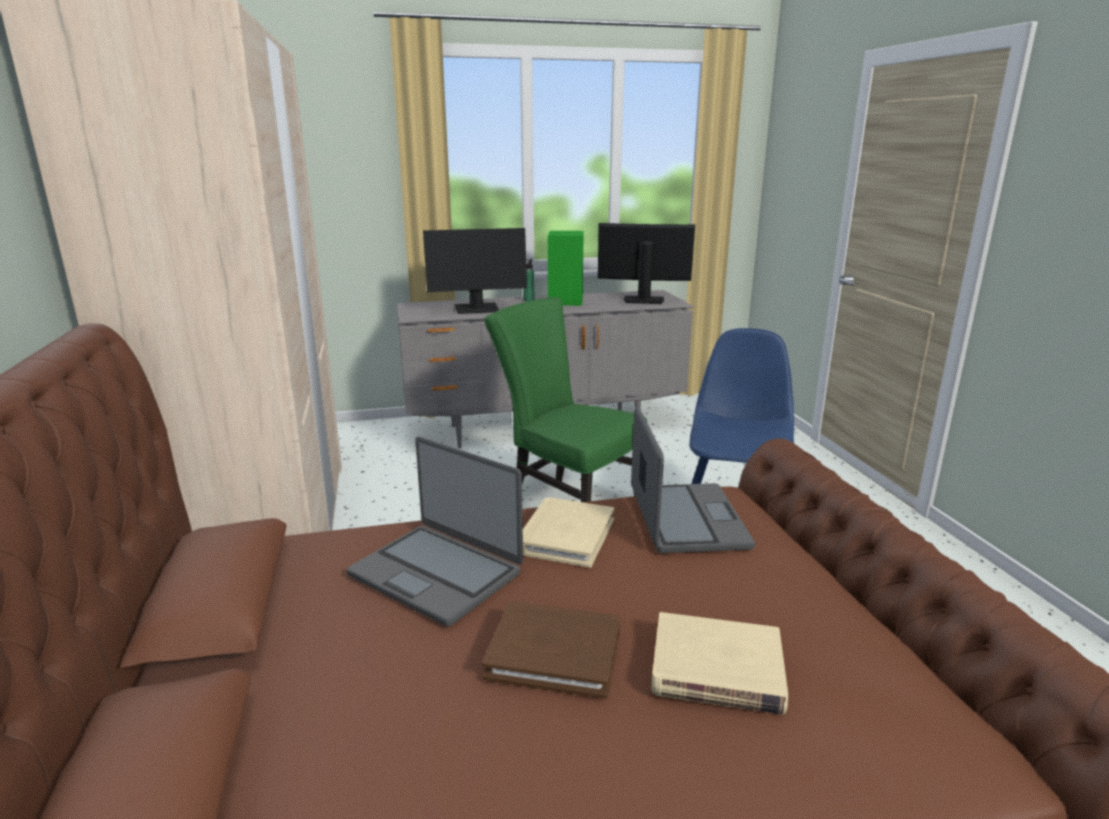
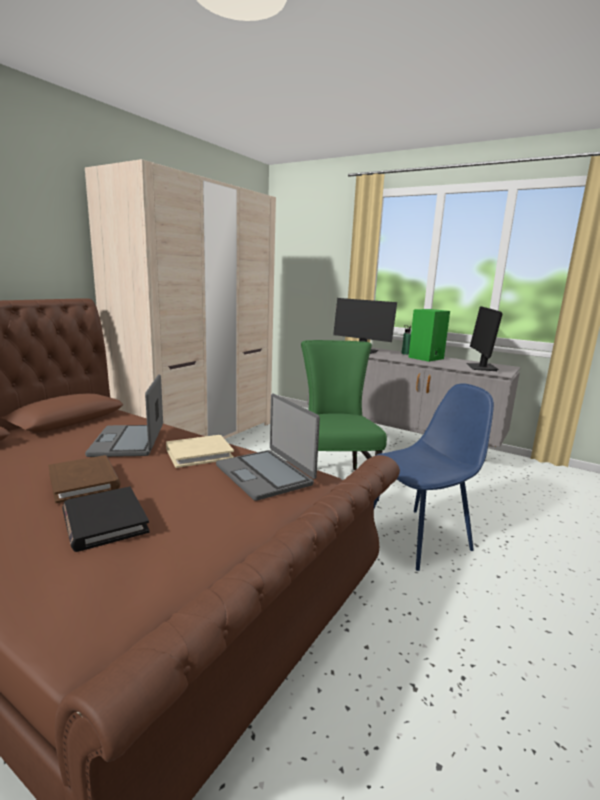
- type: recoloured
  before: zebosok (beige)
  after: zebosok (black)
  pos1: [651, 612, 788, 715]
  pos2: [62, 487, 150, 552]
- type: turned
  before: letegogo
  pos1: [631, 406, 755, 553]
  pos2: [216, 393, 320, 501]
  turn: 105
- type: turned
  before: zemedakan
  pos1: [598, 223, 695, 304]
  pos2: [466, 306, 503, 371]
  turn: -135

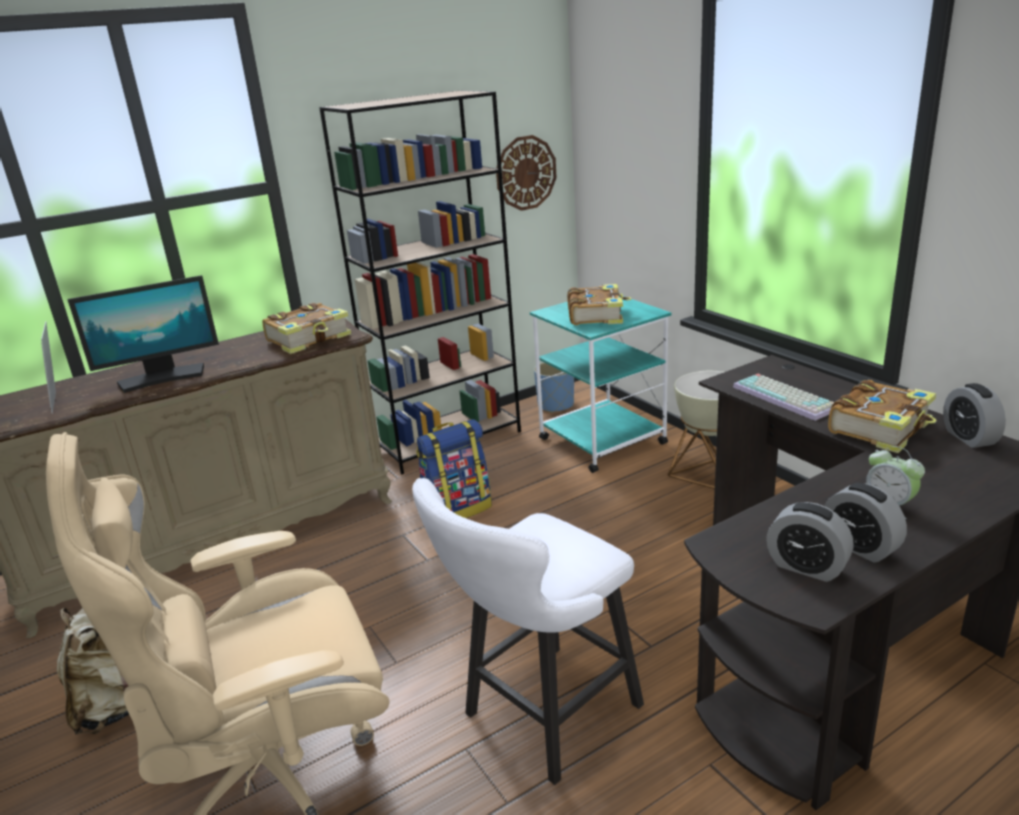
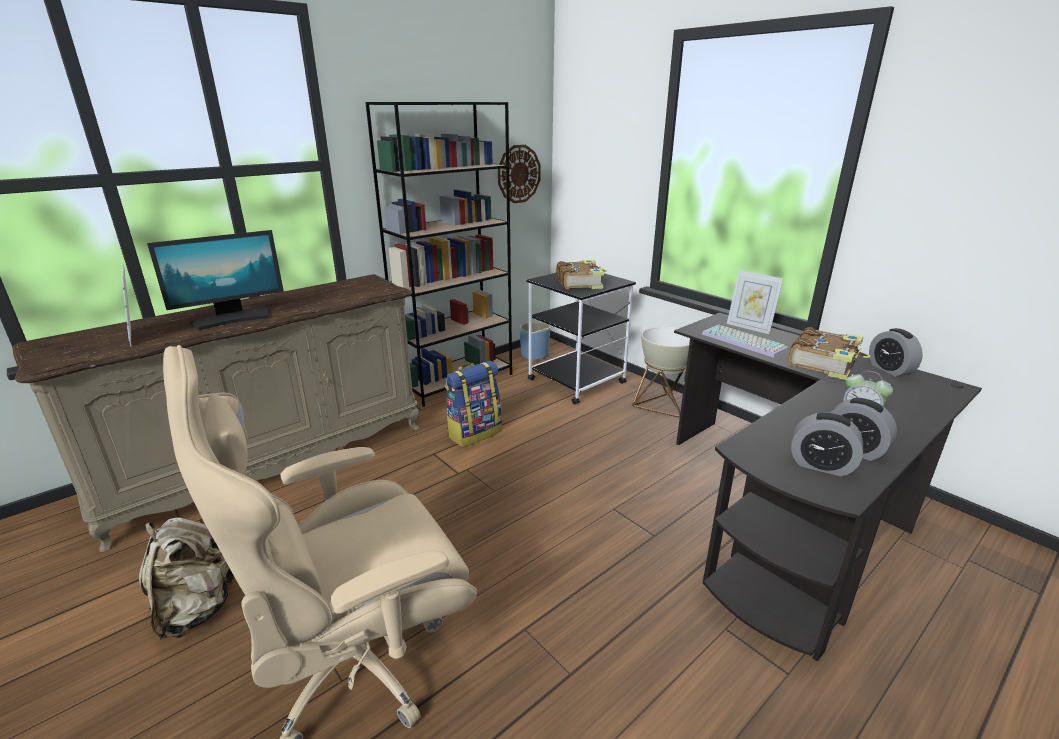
- type: recoloured
  before: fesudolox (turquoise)
  after: fesudolox (black)
  pos1: [530, 296, 671, 473]
  pos2: [526, 273, 636, 405]
- type: added
  after: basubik
  pos2: [727, 270, 784, 334]
- type: removed
  before: zebosok
  pos1: [262, 303, 351, 354]
- type: removed
  before: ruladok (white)
  pos1: [412, 478, 644, 785]

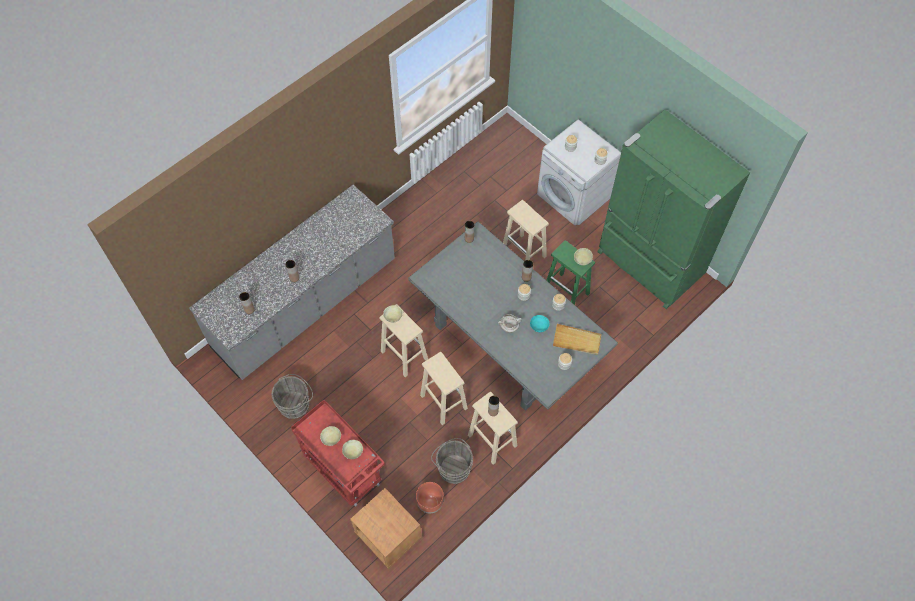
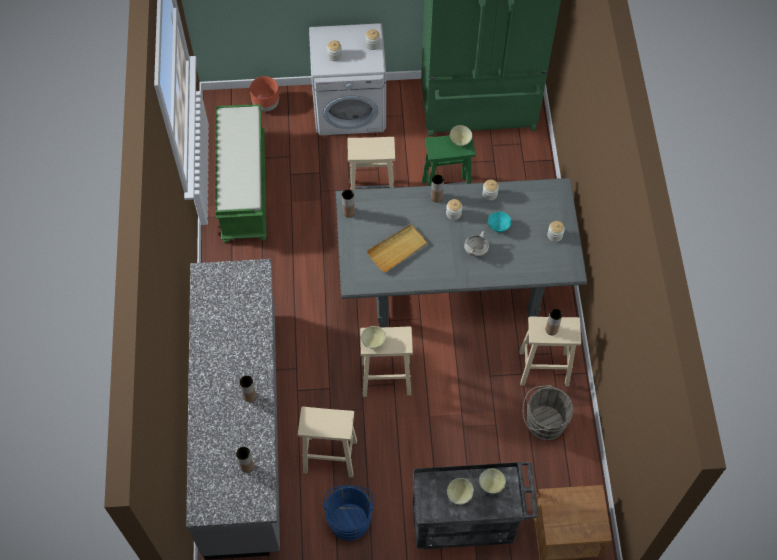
- type: added
  after: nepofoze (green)
  pos2: [215, 104, 266, 243]
- type: moved
  before: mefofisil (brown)
  pos1: [416, 482, 444, 513]
  pos2: [250, 76, 279, 112]
- type: moved
  before: ruladok (beige)
  pos1: [420, 352, 468, 425]
  pos2: [298, 407, 357, 478]
- type: recoloured
  before: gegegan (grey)
  after: gegegan (blue)
  pos1: [272, 374, 313, 419]
  pos2: [324, 486, 374, 541]
- type: moved
  before: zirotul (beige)
  pos1: [553, 324, 601, 355]
  pos2: [367, 224, 428, 273]
- type: recoloured
  before: fesudolox (red)
  after: fesudolox (black)
  pos1: [291, 400, 385, 507]
  pos2: [413, 462, 538, 549]

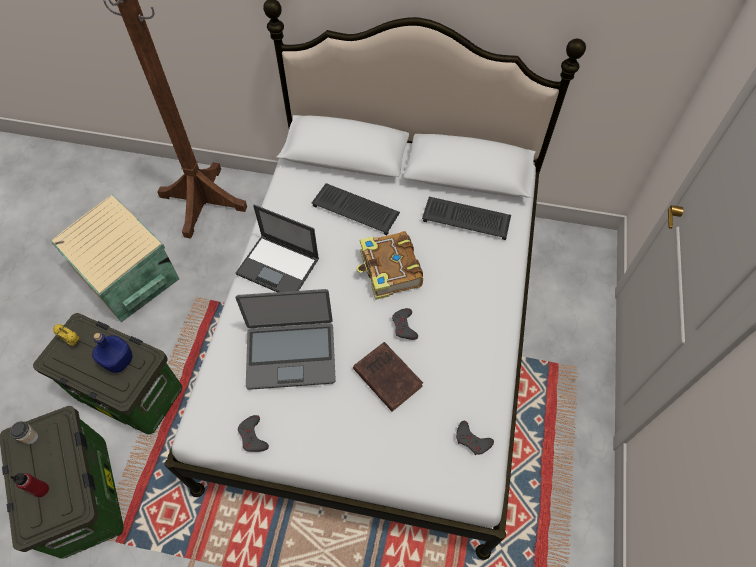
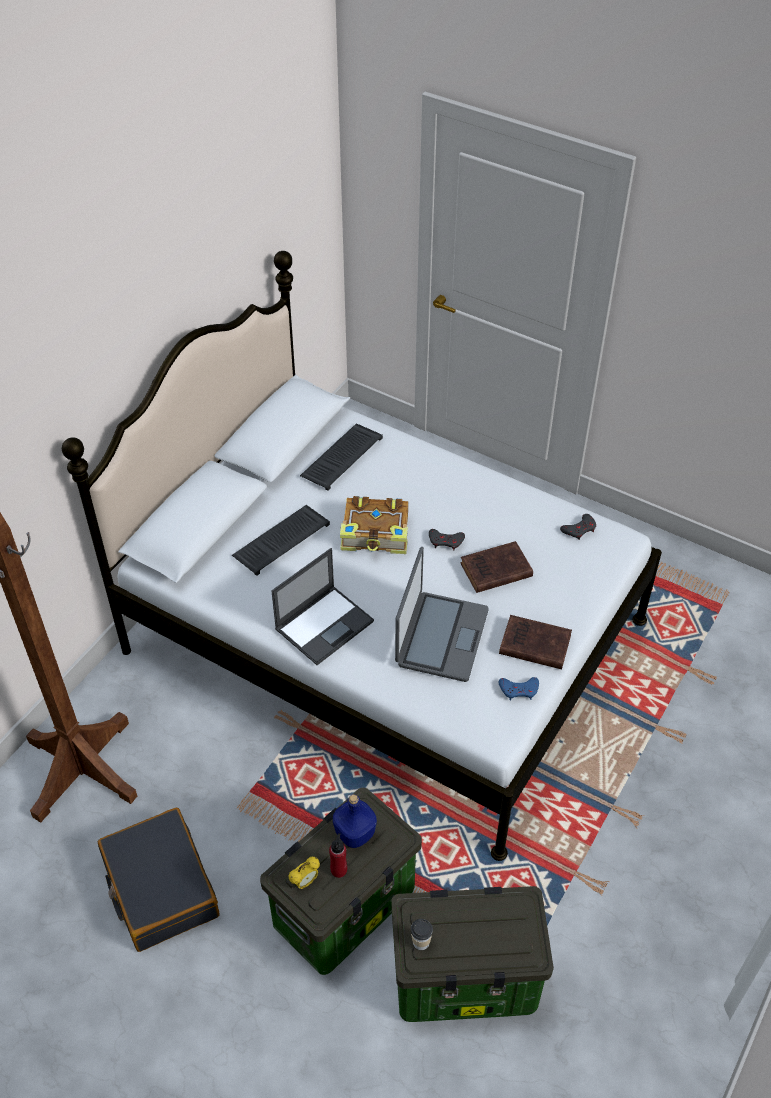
- type: replaced
  before: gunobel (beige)
  after: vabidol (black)
  pos1: [50, 194, 179, 322]
  pos2: [98, 808, 220, 952]
- type: moved
  before: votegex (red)
  pos1: [10, 473, 49, 497]
  pos2: [329, 833, 347, 878]
- type: added
  after: zebosok (brown)
  pos2: [499, 615, 572, 669]
- type: recoloured
  before: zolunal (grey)
  after: zolunal (blue)
  pos1: [238, 415, 269, 452]
  pos2: [499, 677, 539, 700]

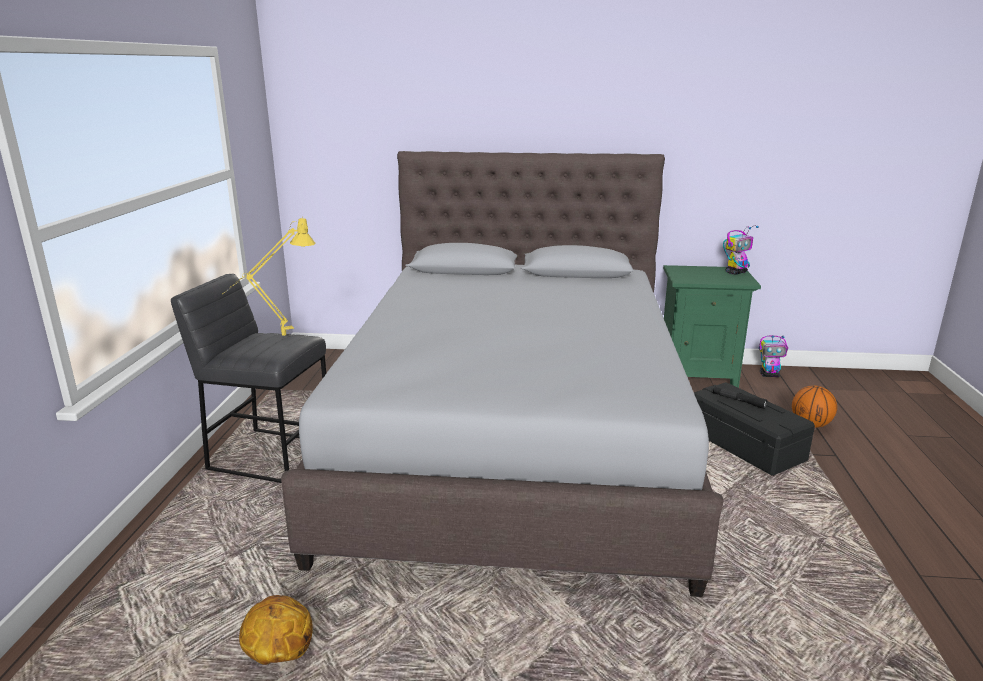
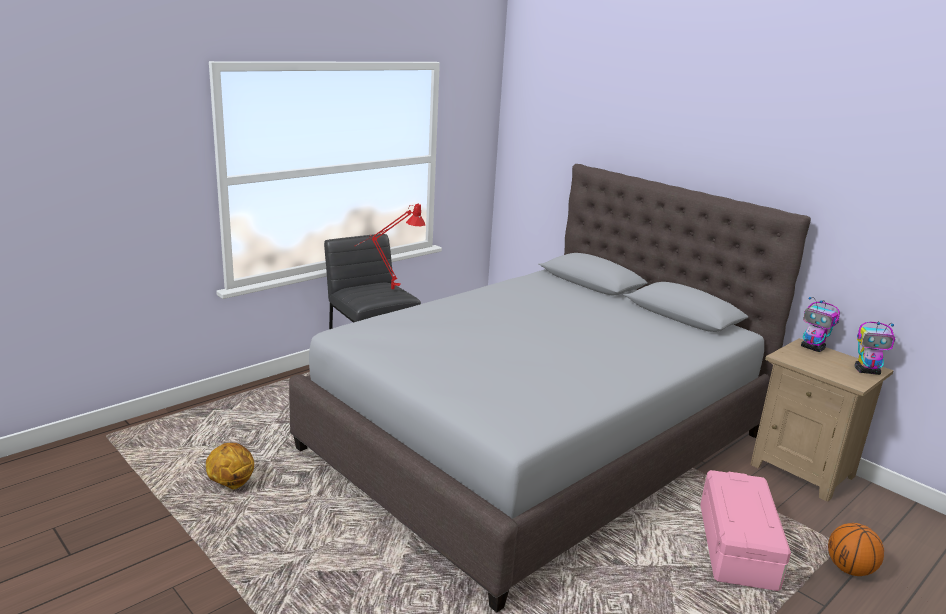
- type: recoloured
  before: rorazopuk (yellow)
  after: rorazopuk (red)
  pos1: [222, 217, 315, 336]
  pos2: [355, 204, 425, 289]
- type: recoloured
  before: gunobel (black)
  after: gunobel (pink)
  pos1: [694, 382, 815, 476]
  pos2: [700, 470, 791, 591]
- type: recoloured
  before: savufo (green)
  after: savufo (beige)
  pos1: [663, 265, 761, 388]
  pos2: [750, 338, 894, 502]
- type: moved
  before: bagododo
  pos1: [759, 335, 788, 377]
  pos2: [801, 297, 840, 352]
- type: removed
  before: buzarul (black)
  pos1: [713, 387, 767, 409]

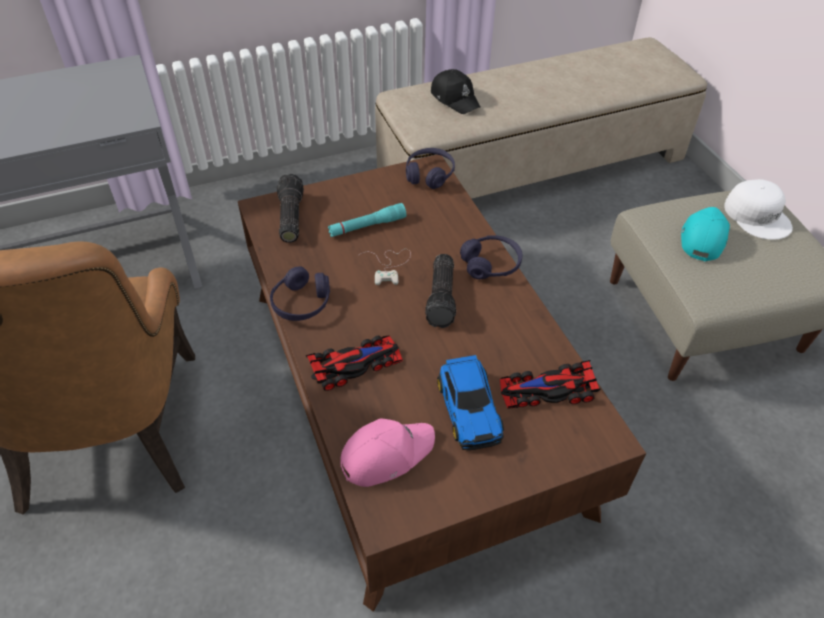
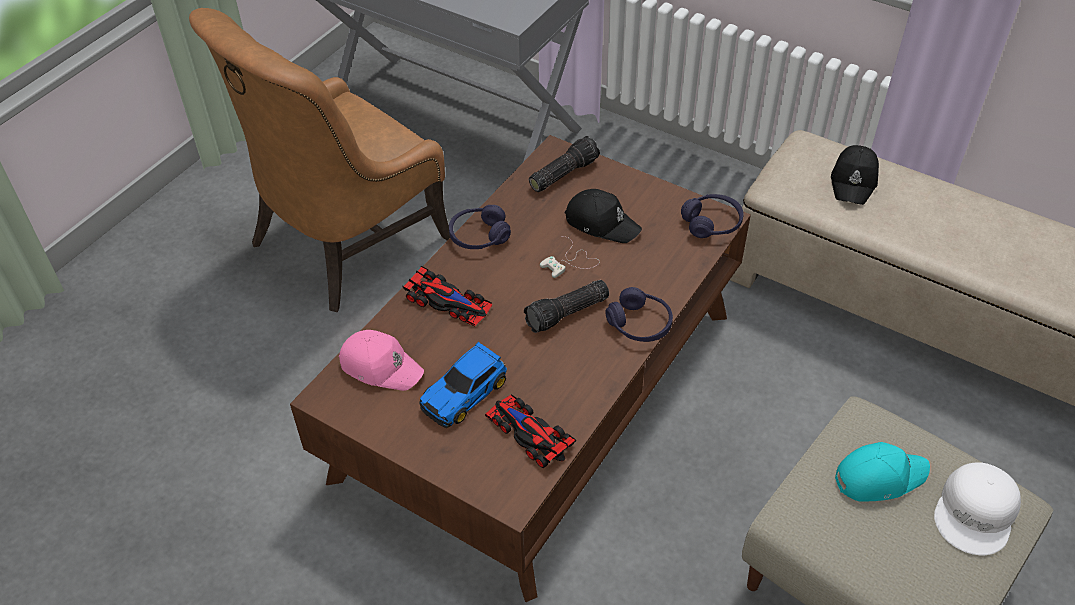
- type: replaced
  before: buzarul (turquoise)
  after: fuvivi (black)
  pos1: [328, 203, 406, 237]
  pos2: [565, 189, 642, 243]

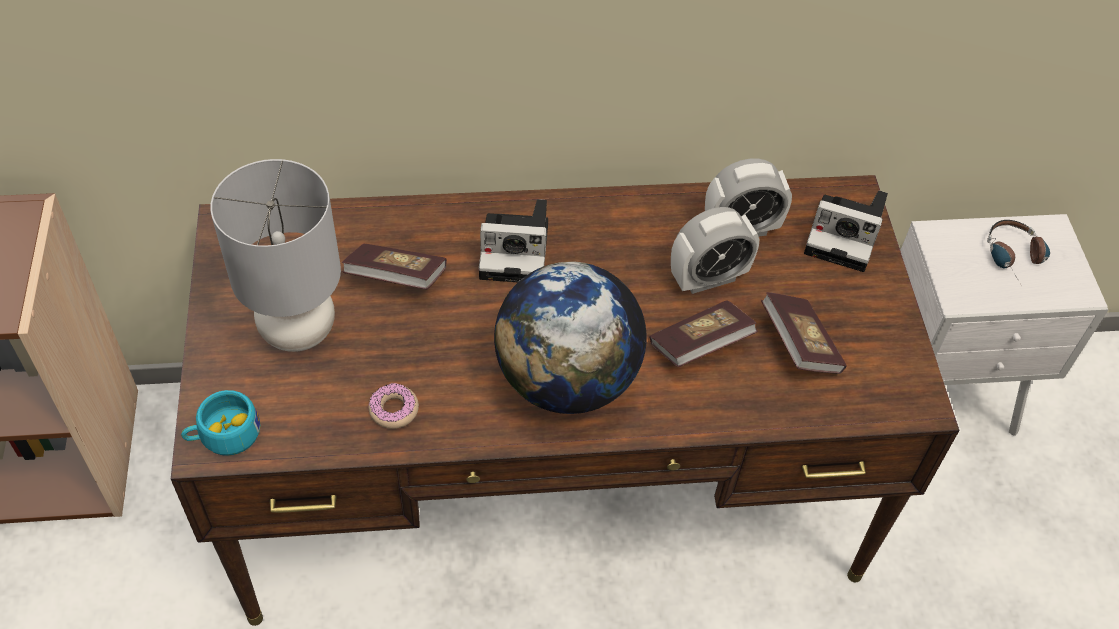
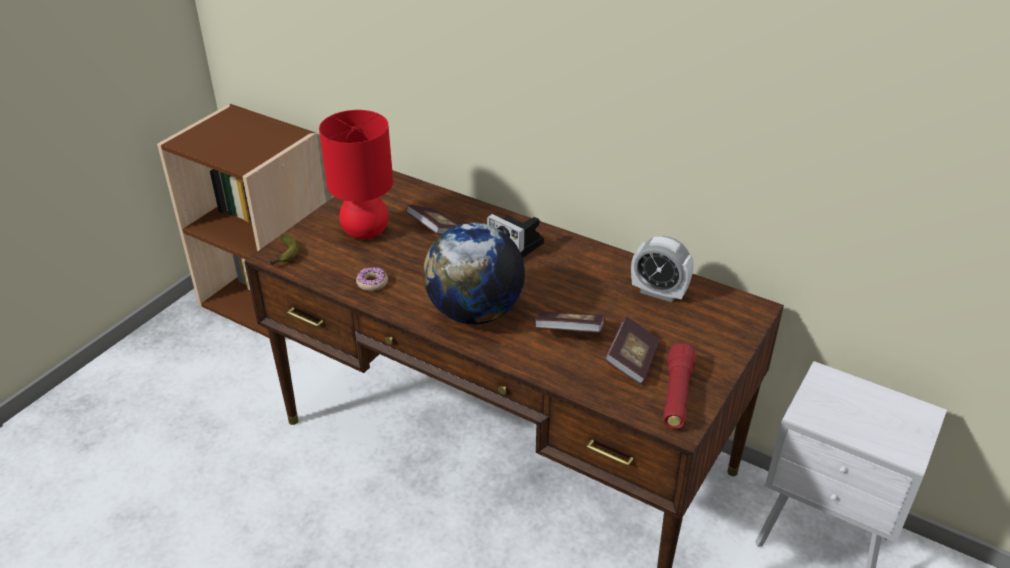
- type: replaced
  before: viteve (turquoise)
  after: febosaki
  pos1: [181, 390, 260, 456]
  pos2: [270, 235, 299, 265]
- type: recoloured
  before: rorazopuk (grey)
  after: rorazopuk (red)
  pos1: [210, 159, 341, 352]
  pos2: [319, 110, 393, 239]
- type: added
  after: buzarul (red)
  pos2: [663, 344, 696, 429]
- type: removed
  before: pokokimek
  pos1: [671, 207, 759, 294]
- type: removed
  before: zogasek
  pos1: [804, 191, 888, 272]
- type: removed
  before: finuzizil
  pos1: [987, 220, 1050, 286]

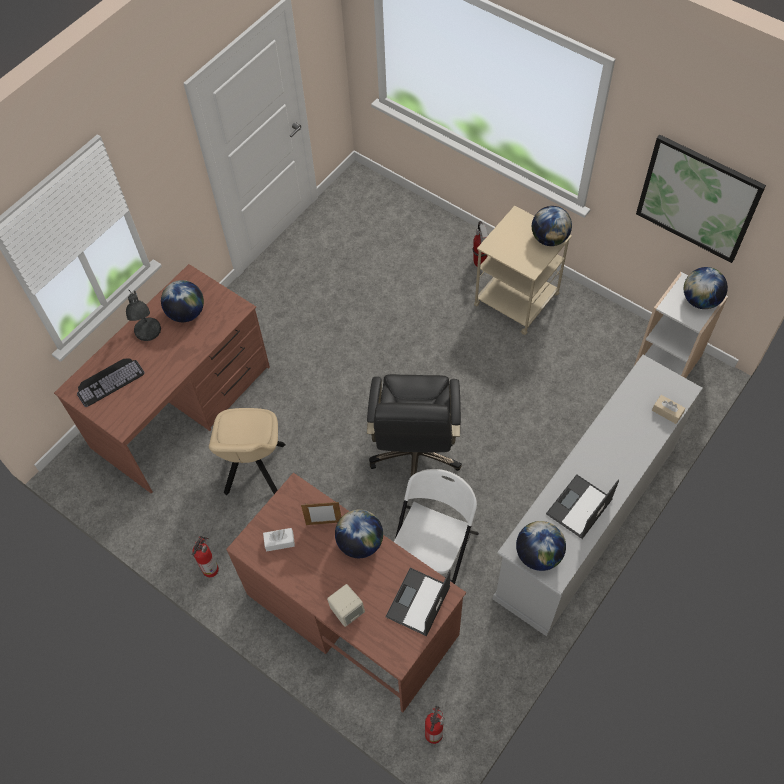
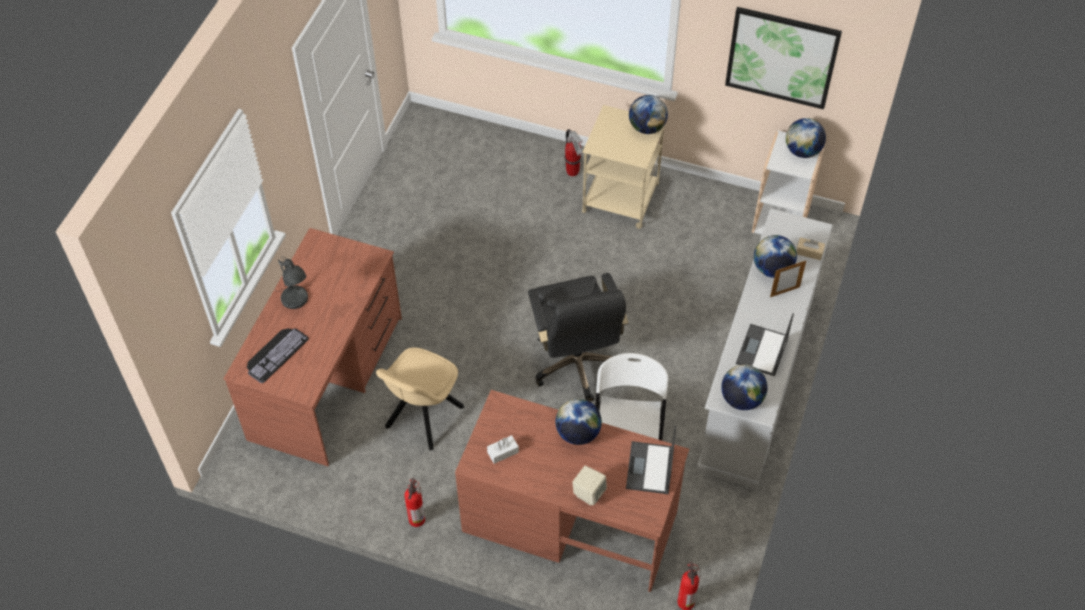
- type: turned
  before: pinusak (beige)
  pos1: [209, 408, 286, 495]
  pos2: [376, 348, 464, 450]
  turn: 45
- type: moved
  before: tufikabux
  pos1: [161, 280, 204, 322]
  pos2: [754, 235, 797, 278]
- type: moved
  before: basubik
  pos1: [301, 502, 341, 525]
  pos2: [770, 261, 806, 297]

